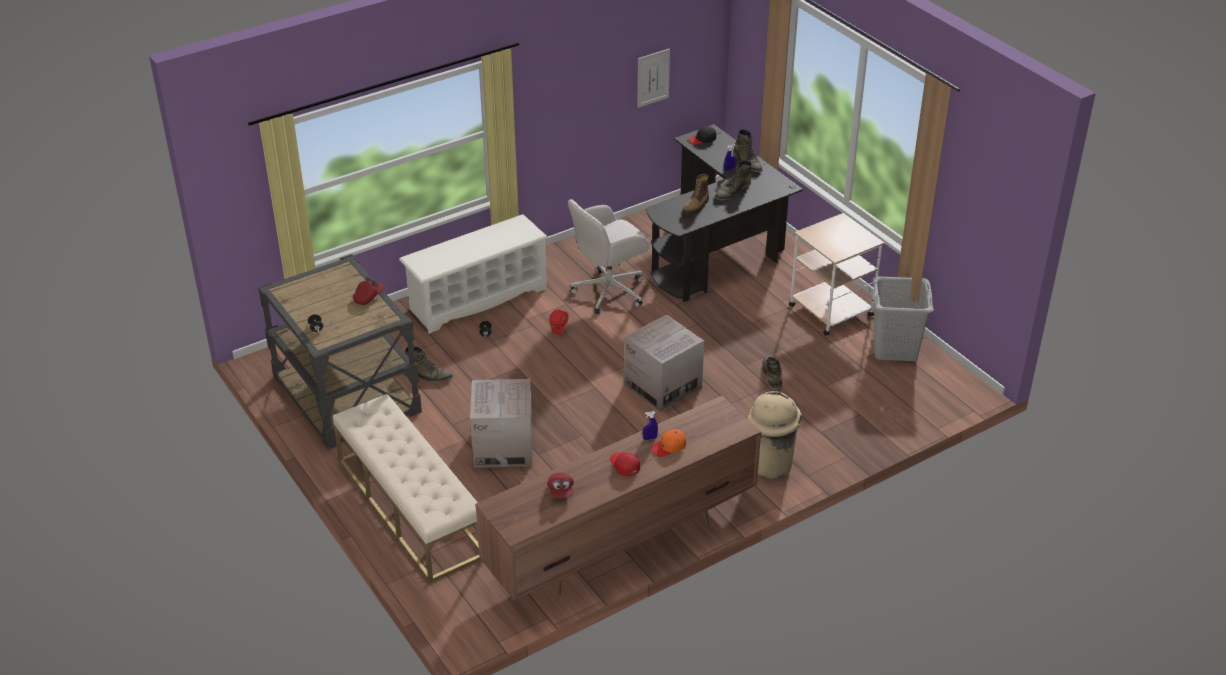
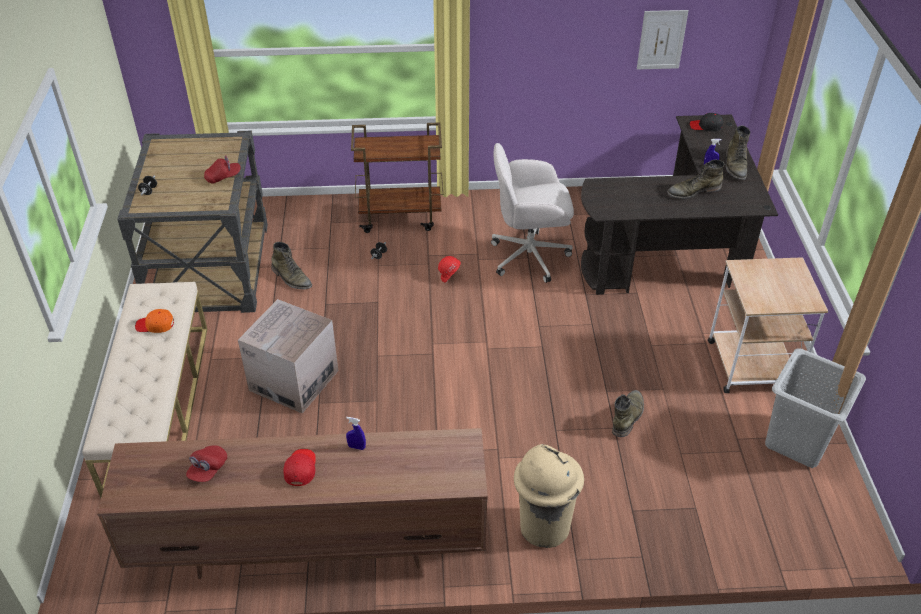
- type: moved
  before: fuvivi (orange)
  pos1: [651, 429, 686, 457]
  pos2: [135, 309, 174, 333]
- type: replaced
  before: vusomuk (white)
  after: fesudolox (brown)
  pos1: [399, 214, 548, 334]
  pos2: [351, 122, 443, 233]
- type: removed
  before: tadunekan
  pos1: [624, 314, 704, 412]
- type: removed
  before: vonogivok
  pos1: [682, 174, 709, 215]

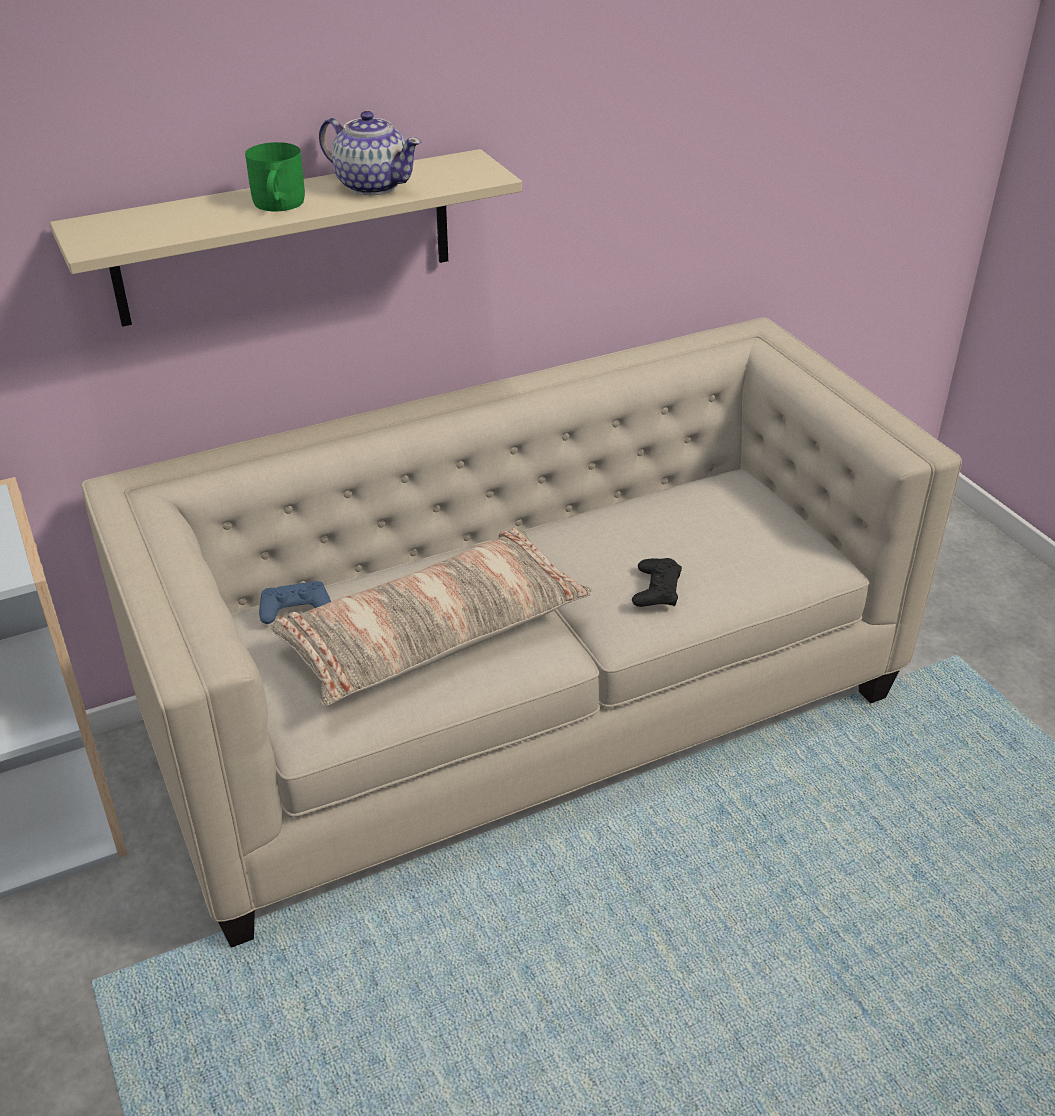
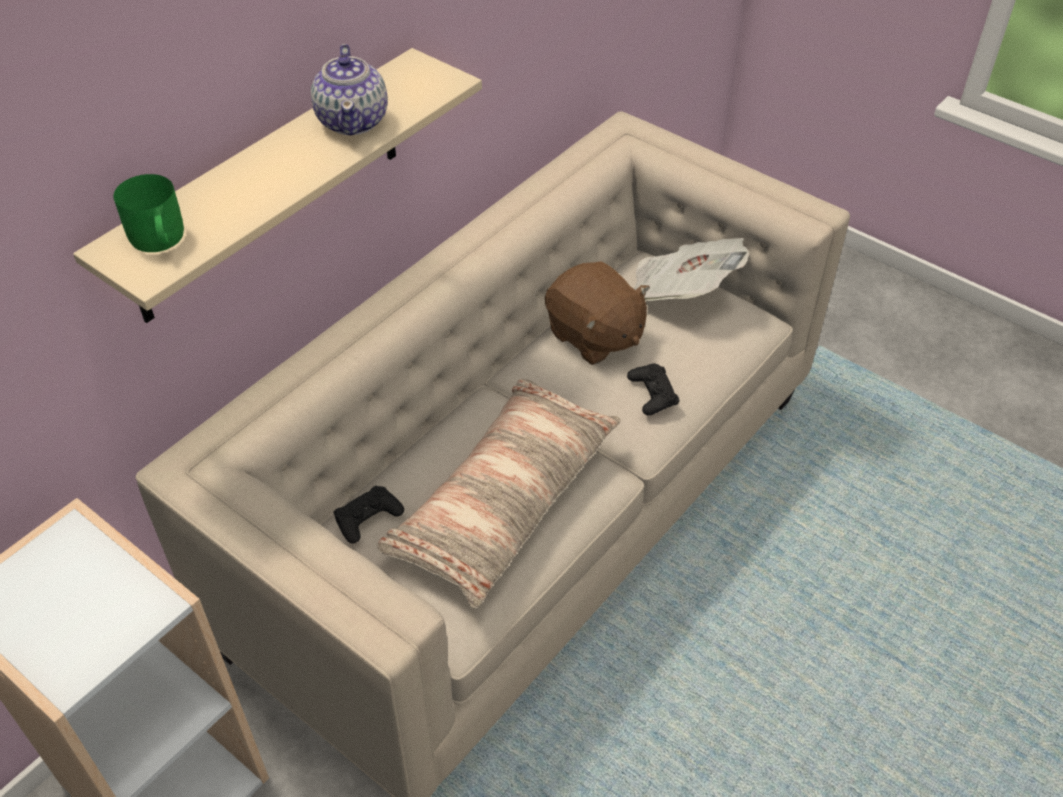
- type: moved
  before: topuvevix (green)
  pos1: [245, 142, 305, 211]
  pos2: [113, 174, 184, 252]
- type: turned
  before: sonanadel
  pos1: [319, 111, 421, 195]
  pos2: [311, 44, 388, 136]
  turn: 75
- type: recoloured
  before: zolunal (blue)
  after: zolunal (black)
  pos1: [259, 581, 331, 624]
  pos2: [334, 486, 404, 544]
- type: added
  after: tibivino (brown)
  pos2: [545, 261, 650, 365]
- type: added
  after: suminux
  pos2: [634, 238, 749, 301]

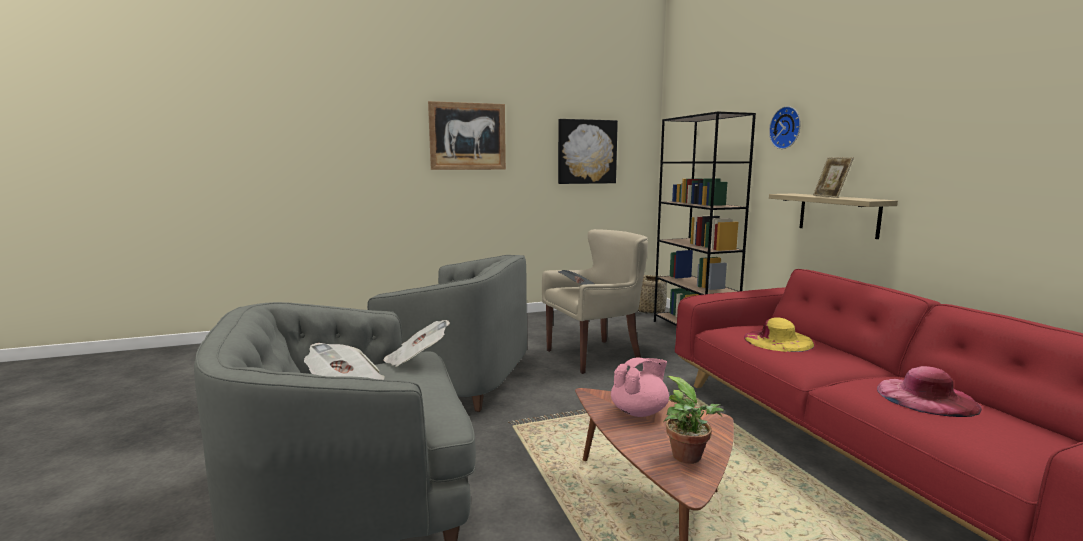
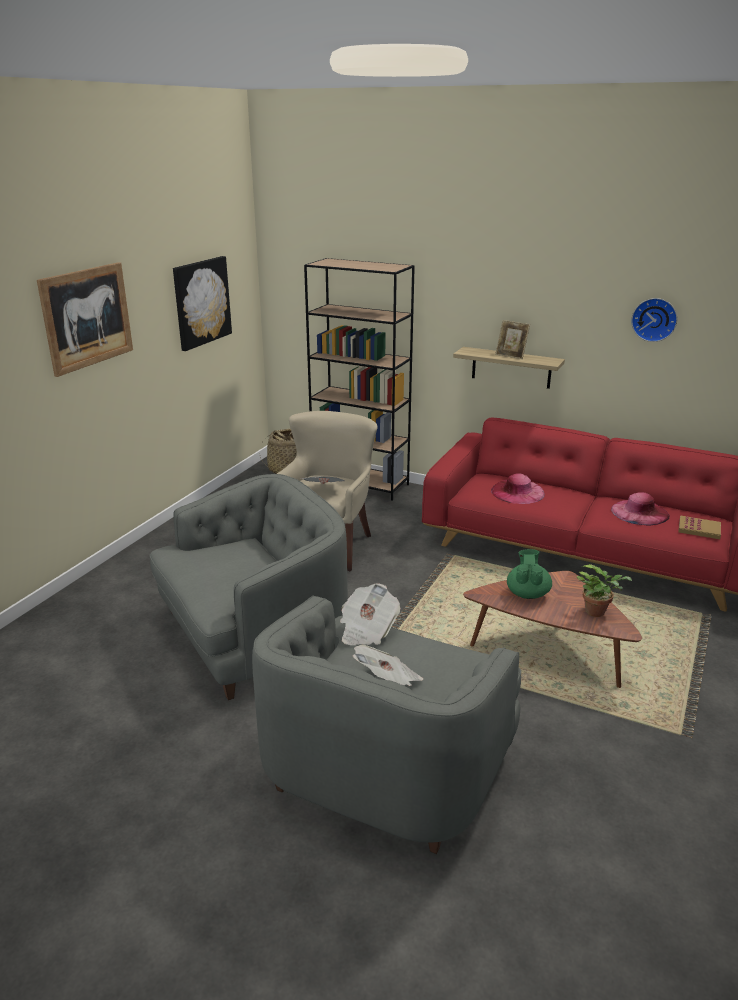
- type: recoloured
  before: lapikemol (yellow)
  after: lapikemol (pink)
  pos1: [744, 317, 814, 352]
  pos2: [491, 473, 545, 504]
- type: recoloured
  before: sonanadel (pink)
  after: sonanadel (green)
  pos1: [611, 357, 669, 417]
  pos2: [507, 549, 552, 599]
- type: moved
  before: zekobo
  pos1: [769, 106, 801, 149]
  pos2: [631, 298, 677, 342]
- type: added
  after: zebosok
  pos2: [678, 515, 721, 539]

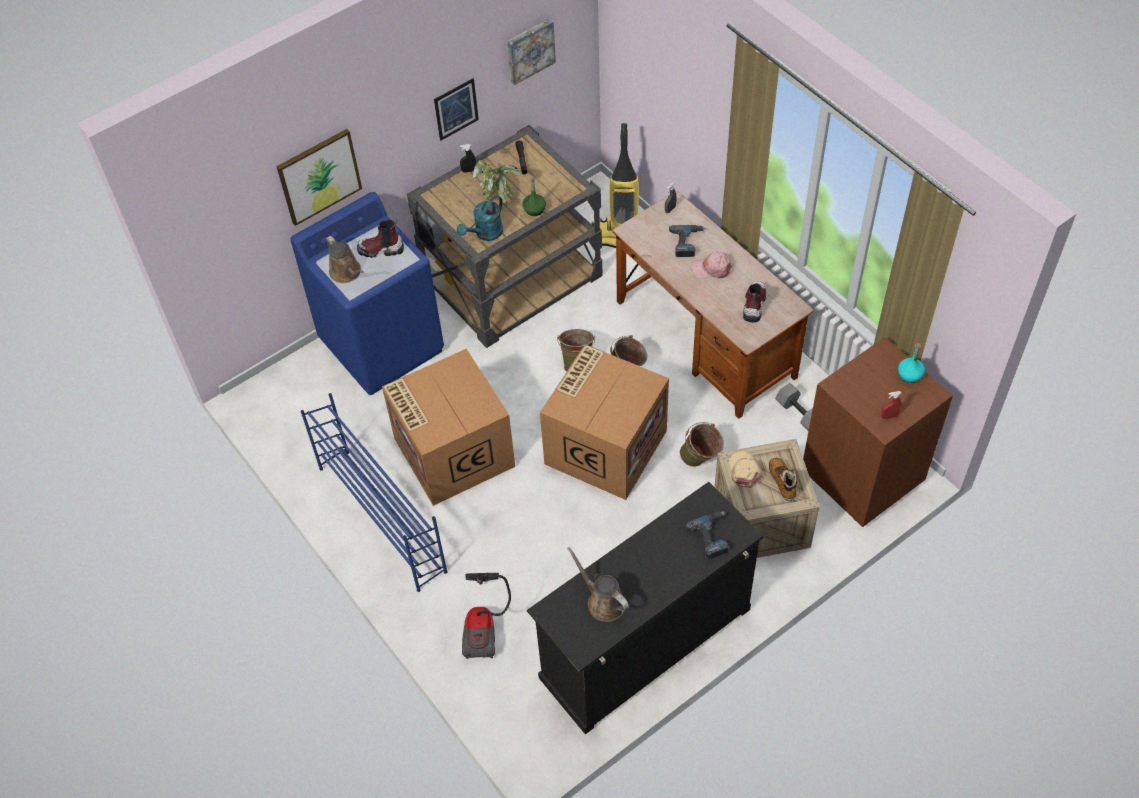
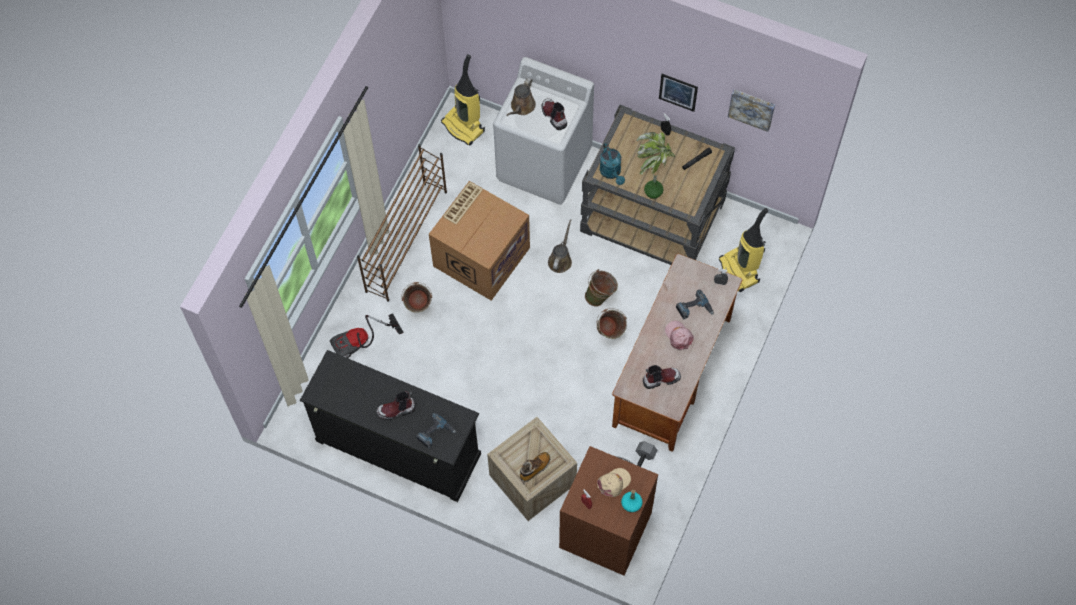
- type: recoloured
  before: vusomuk (blue)
  after: vusomuk (brown)
  pos1: [301, 393, 448, 592]
  pos2: [357, 144, 447, 302]
- type: added
  after: vonogivok
  pos2: [376, 391, 415, 420]
- type: moved
  before: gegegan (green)
  pos1: [680, 422, 724, 467]
  pos2: [401, 282, 432, 313]
- type: added
  after: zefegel
  pos2: [441, 54, 485, 145]
- type: recoloured
  before: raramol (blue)
  after: raramol (white)
  pos1: [290, 192, 444, 395]
  pos2: [493, 57, 594, 205]
- type: moved
  before: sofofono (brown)
  pos1: [567, 547, 629, 622]
  pos2: [548, 219, 572, 273]
- type: moved
  before: fuvivi (beige)
  pos1: [729, 451, 763, 488]
  pos2: [597, 468, 631, 497]
- type: turned
  before: sofofono (turquoise)
  pos1: [457, 195, 503, 241]
  pos2: [600, 143, 625, 185]
  turn: -120
- type: removed
  before: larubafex
  pos1: [276, 129, 362, 226]
- type: removed
  before: tadunekan
  pos1: [540, 344, 669, 500]

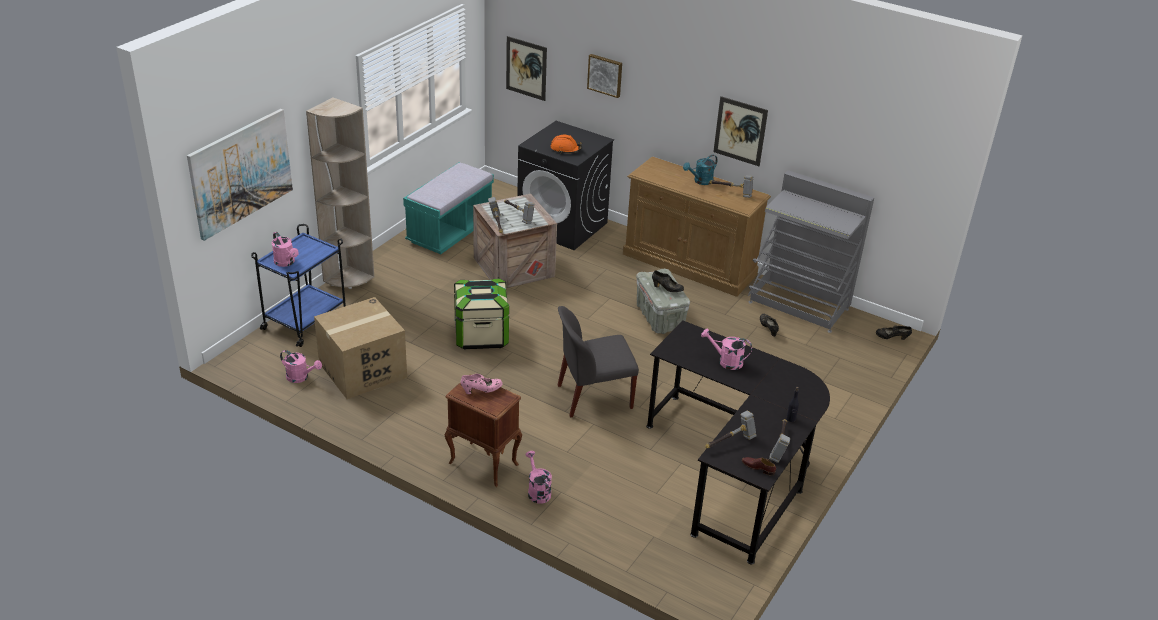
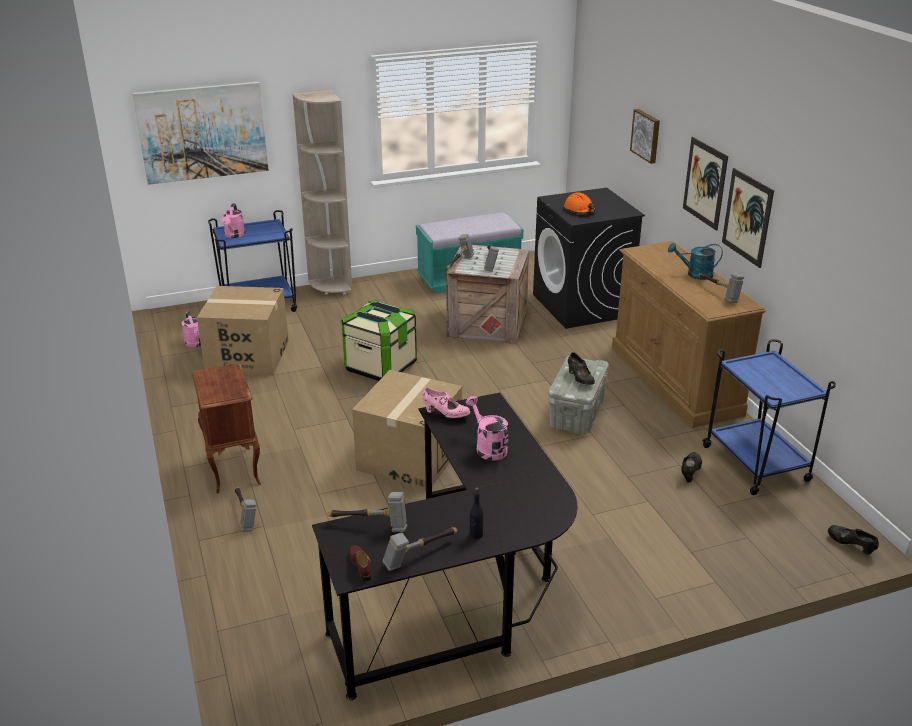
- type: replaced
  before: sofofono (pink)
  after: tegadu
  pos1: [525, 451, 552, 504]
  pos2: [234, 487, 257, 532]
- type: replaced
  before: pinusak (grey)
  after: tadunekan
  pos1: [558, 306, 639, 417]
  pos2: [352, 370, 462, 489]
- type: moved
  before: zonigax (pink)
  pos1: [461, 374, 503, 394]
  pos2: [422, 387, 470, 418]
- type: moved
  before: larubafex
  pos1: [506, 36, 547, 101]
  pos2: [683, 137, 728, 231]
- type: replaced
  before: vusomuk (grey)
  after: fesudolox (blue)
  pos1: [748, 171, 874, 333]
  pos2: [703, 339, 836, 495]

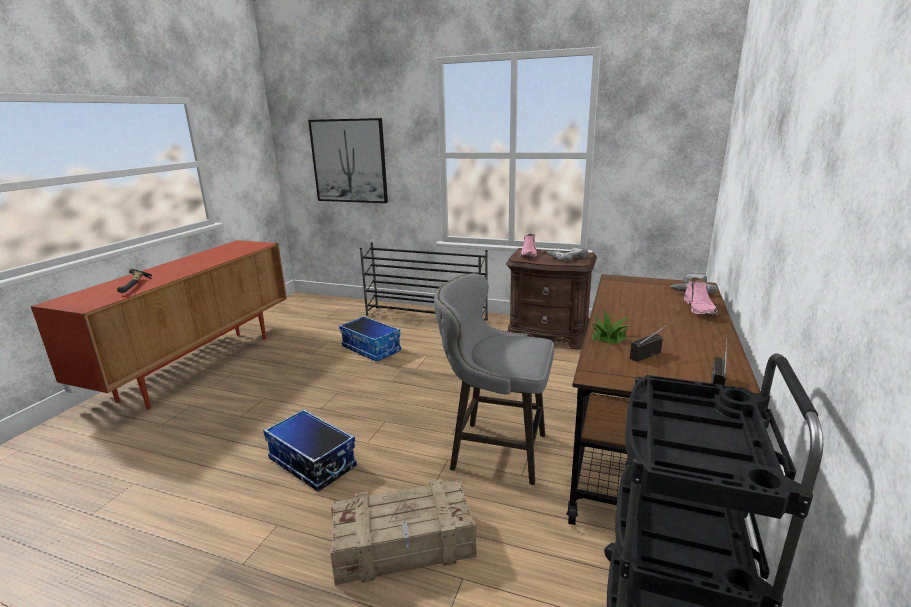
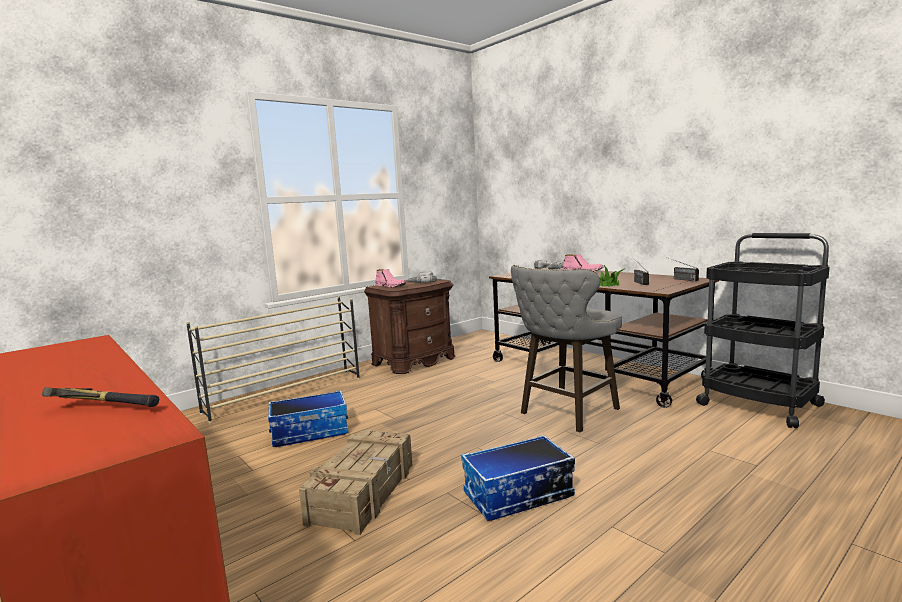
- type: recoloured
  before: vusomuk (black)
  after: vusomuk (beige)
  pos1: [360, 242, 488, 321]
  pos2: [186, 296, 360, 424]
- type: moved
  before: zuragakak
  pos1: [330, 479, 476, 586]
  pos2: [299, 430, 412, 535]
- type: removed
  before: larubafex
  pos1: [308, 118, 388, 203]

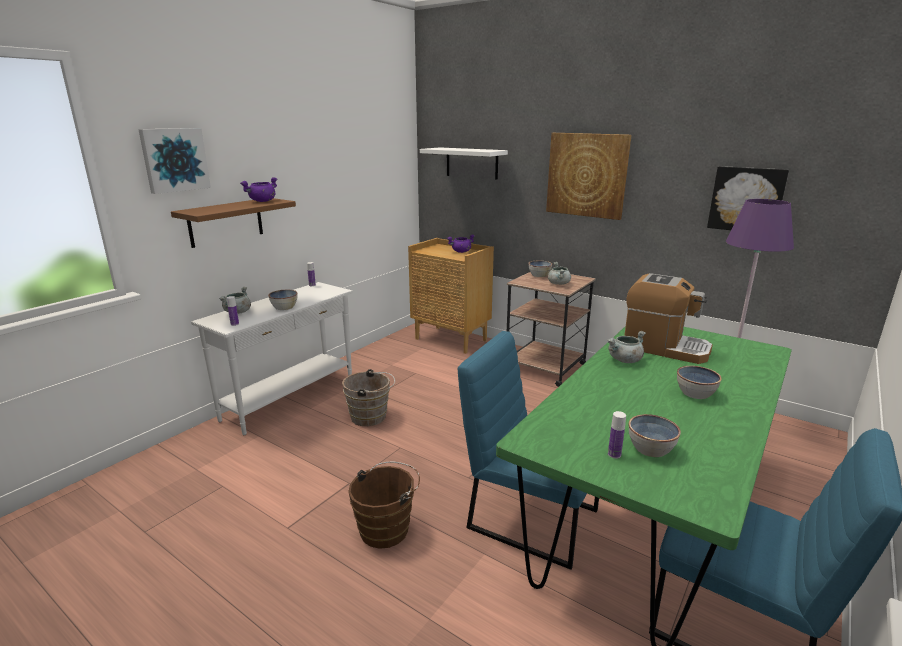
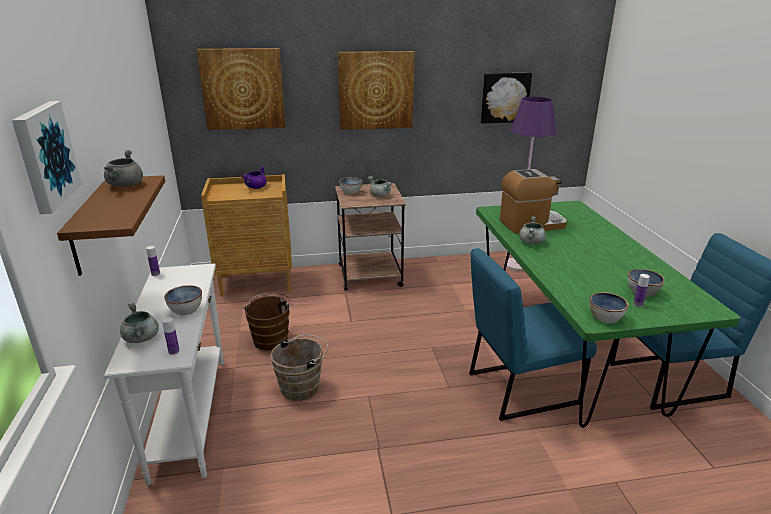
- type: recoloured
  before: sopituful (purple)
  after: sopituful (grey)
  pos1: [240, 177, 277, 202]
  pos2: [104, 150, 143, 187]
- type: replaced
  before: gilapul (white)
  after: larubafex
  pos1: [420, 147, 508, 180]
  pos2: [197, 48, 285, 130]
- type: moved
  before: gegegan (brown)
  pos1: [348, 461, 420, 549]
  pos2: [243, 292, 292, 350]
- type: moved
  before: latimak
  pos1: [677, 366, 722, 399]
  pos2: [589, 292, 629, 324]

